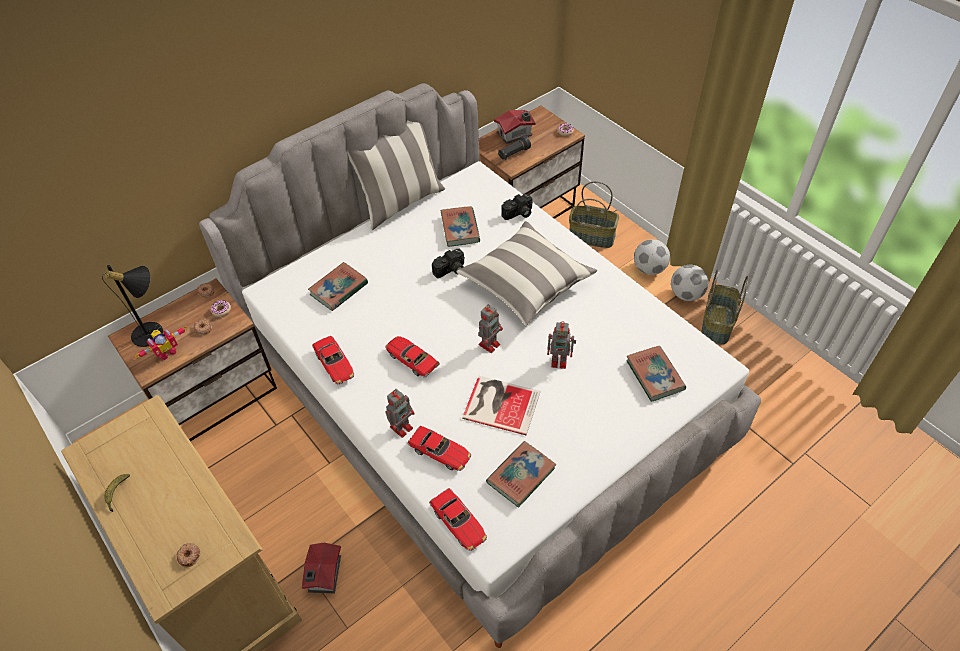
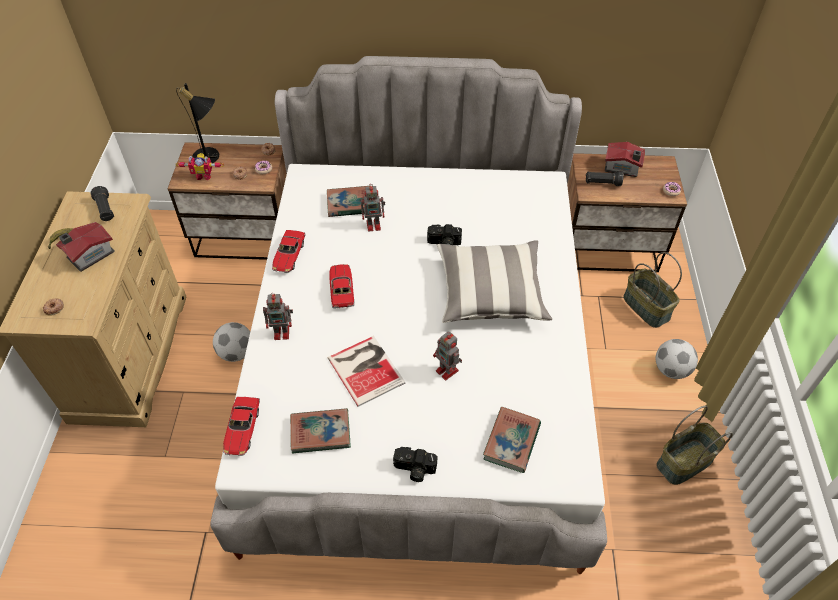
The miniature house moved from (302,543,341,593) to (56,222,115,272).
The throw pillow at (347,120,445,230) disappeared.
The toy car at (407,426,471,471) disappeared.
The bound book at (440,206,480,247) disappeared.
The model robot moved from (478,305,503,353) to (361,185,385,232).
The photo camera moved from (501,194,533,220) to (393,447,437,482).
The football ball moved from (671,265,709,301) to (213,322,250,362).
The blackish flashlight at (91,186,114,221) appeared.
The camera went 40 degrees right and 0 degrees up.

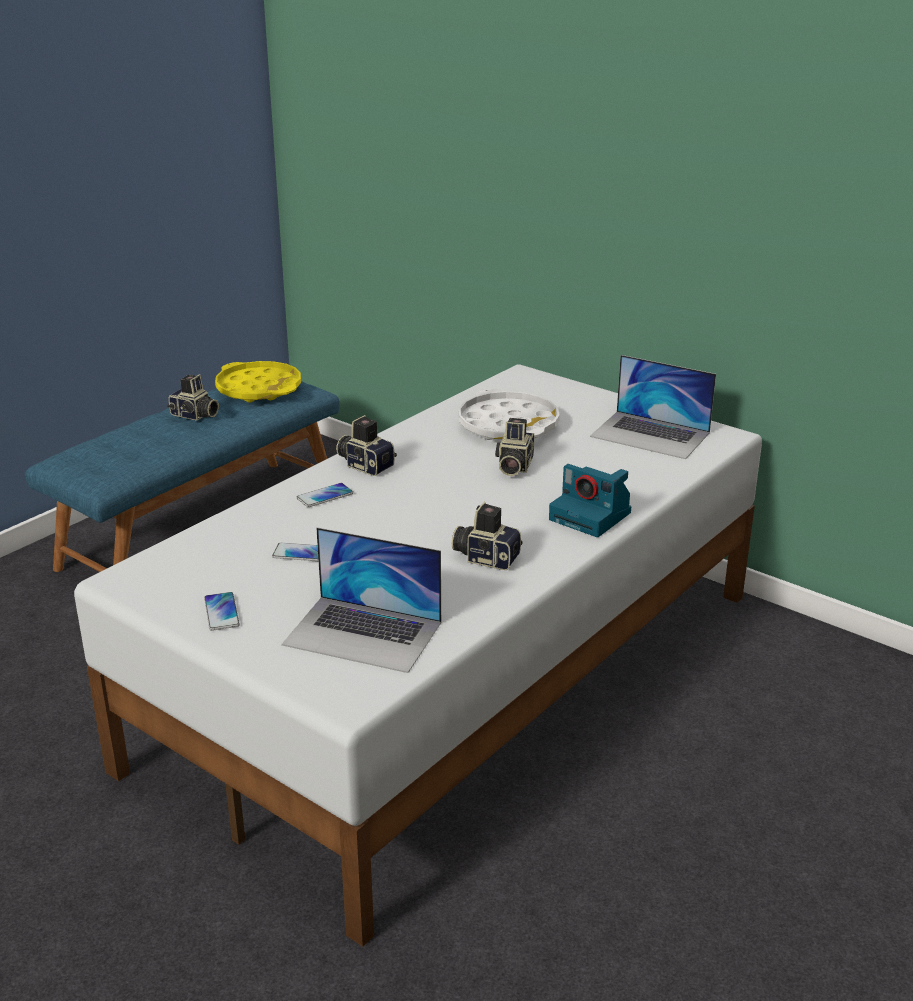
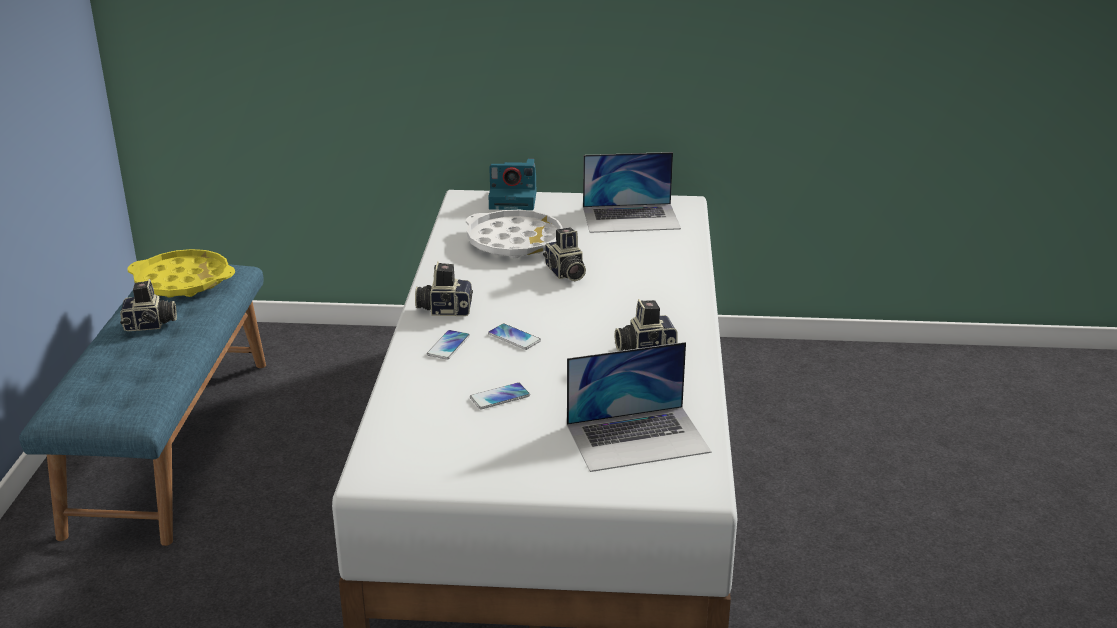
The handset moved from (204,592,240,631) to (488,324,541,350).
The photo camera moved from (549,464,631,537) to (488,158,537,210).
The camera went 35 degrees left and 0 degrees up.

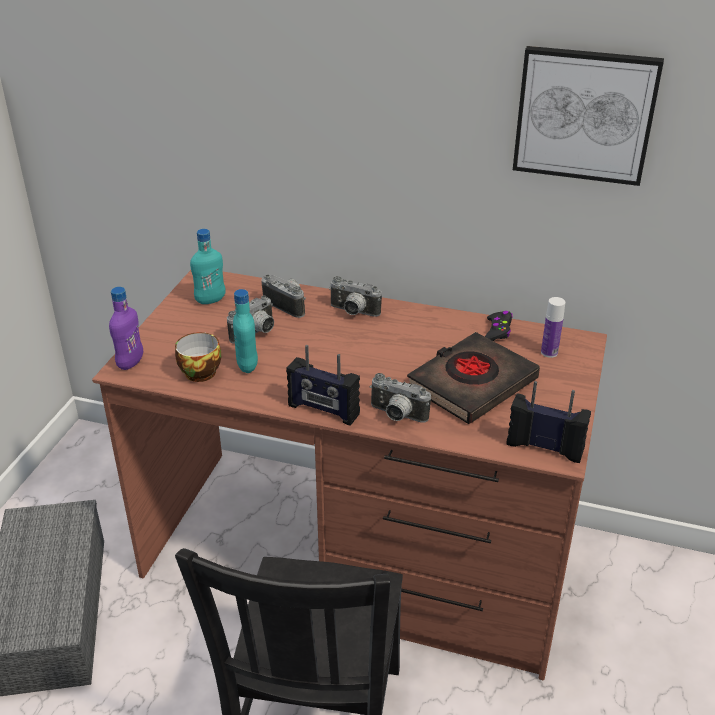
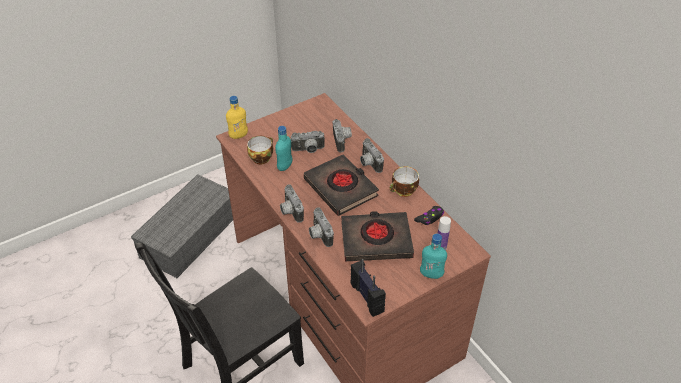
The purple-coloured bottle at (109,287,143,370) became the yellow bottle at (226,96,248,139).
The turquoise-coloured bottle moved from (190,229,225,304) to (420,234,447,279).
The radio at (286,345,360,426) was replaced by the photo camera at (280,184,304,223).
The picture at (513,46,664,186) disappeared.
The blackish bound book at (304,155,379,216) appeared.
The drinking cup at (389,166,419,197) appeared.
The camera went 40 degrees right and 10 degrees up.

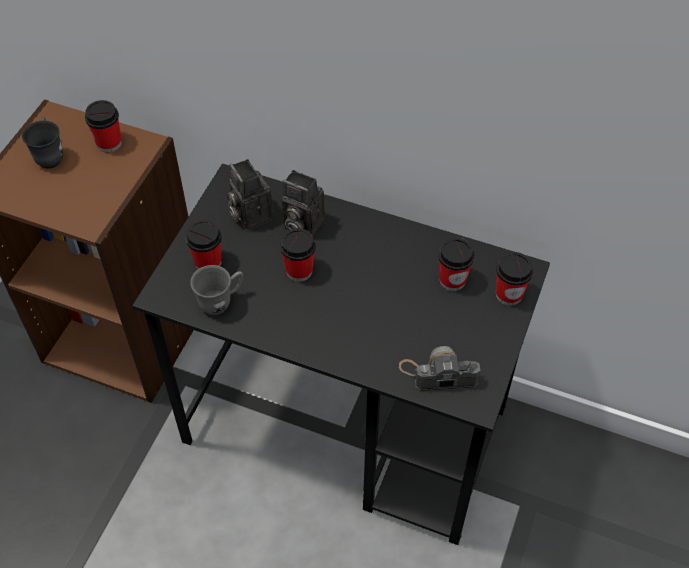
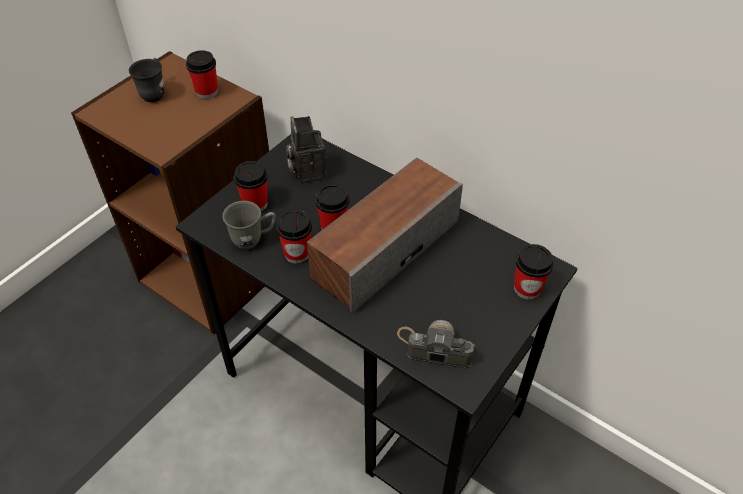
The photo camera at (281,170,325,236) disappeared.
The drinking cup moved from (438,238,475,291) to (276,210,312,264).
The loudspeaker at (307,158,463,313) appeared.
The camera went 15 degrees right and 5 degrees down.

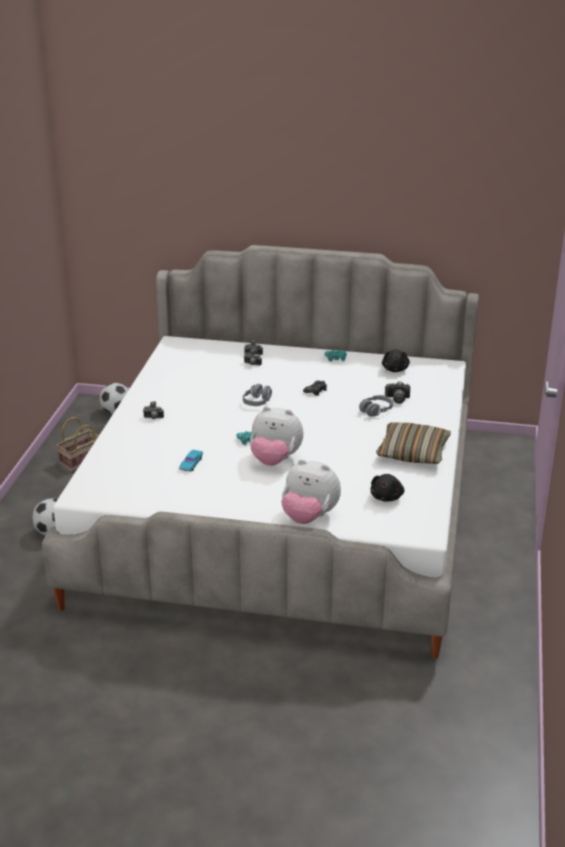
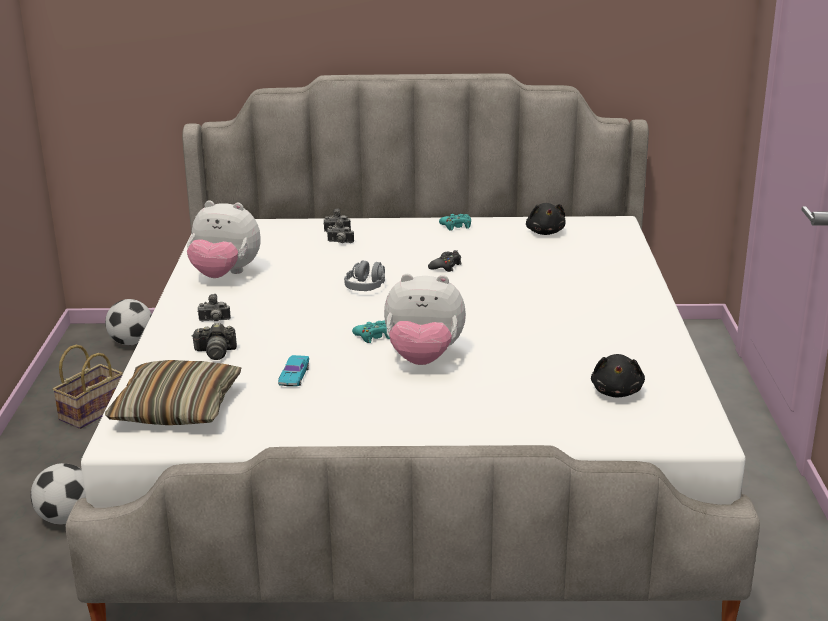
The plush toy moved from (281,459,341,524) to (187,200,261,278).
The greyish pair of headphones at (359,395,393,416) disappeared.
The throw pillow moved from (376,423,451,464) to (105,360,241,425).
The photo camera moved from (385,381,410,404) to (192,323,237,360).
The camera went 10 degrees left and 5 degrees down.

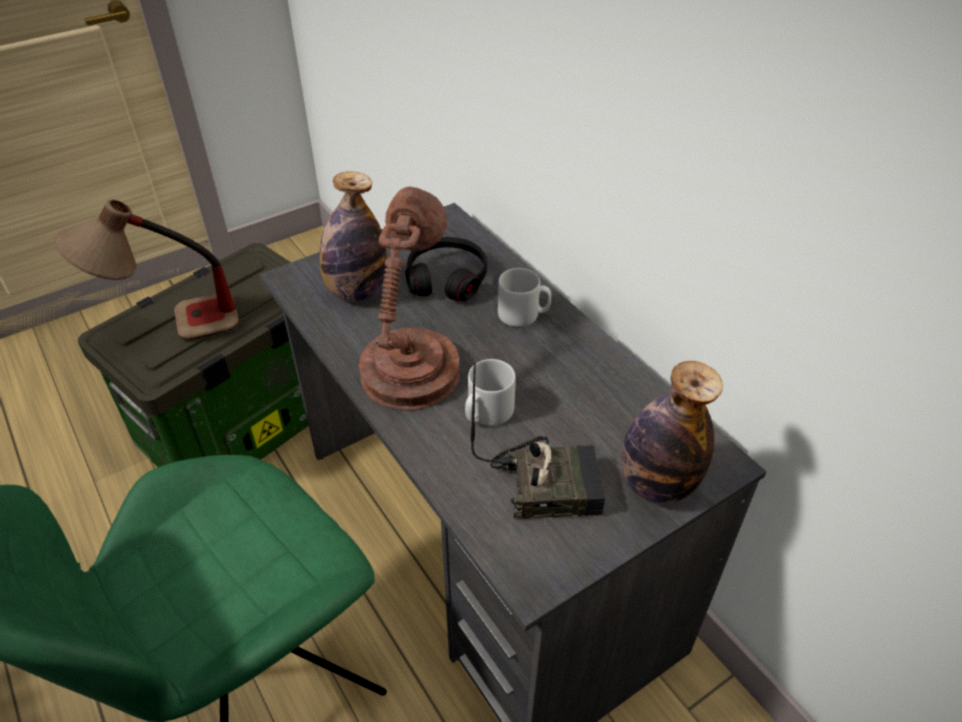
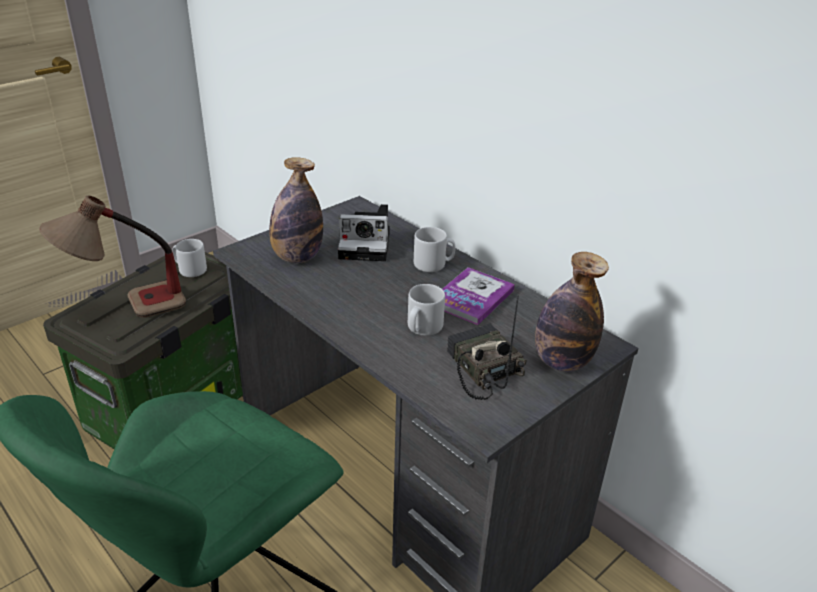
The brown table lamp at (358,186,460,410) disappeared.
The blackish pair of headphones at (405,237,487,301) was replaced by the photo camera at (338,204,390,261).
The radio at (471,362,605,519) turned 105 degrees counterclockwise.
The greyish coffee mug at (172,239,207,277) appeared.
The bound book at (442,267,515,325) appeared.
The camera went 10 degrees left and 10 degrees down.

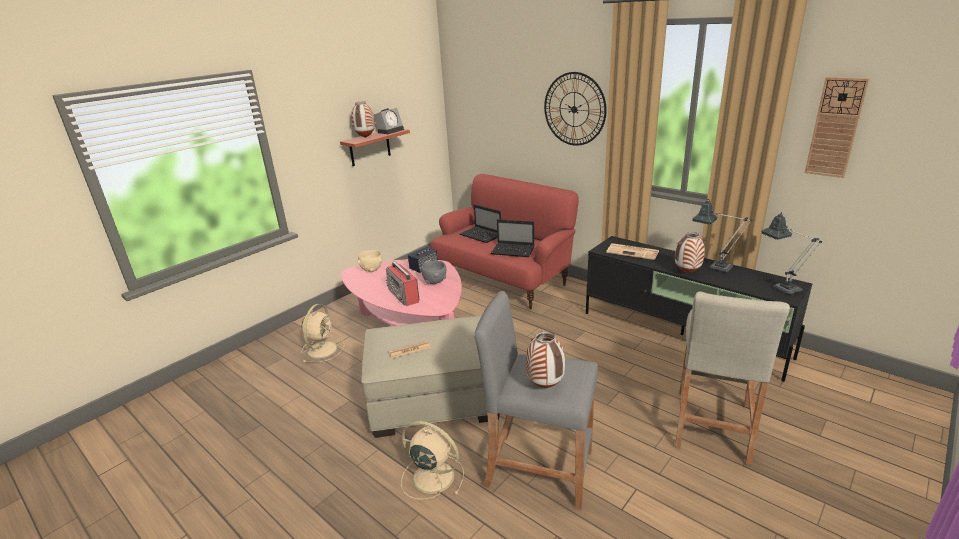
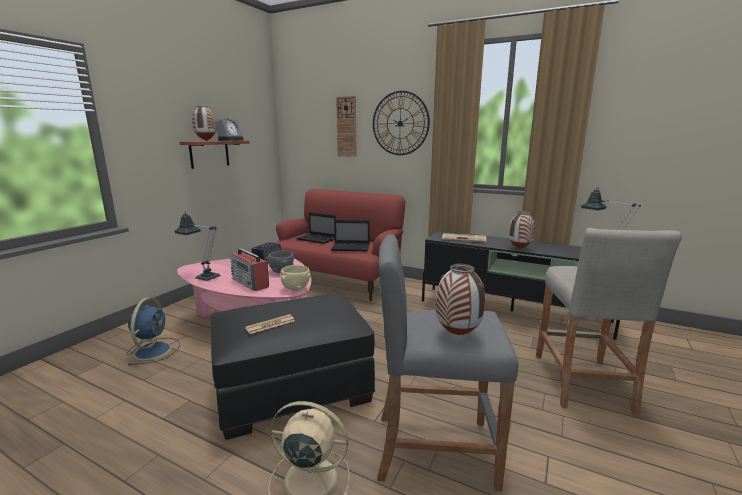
The sand-coloured cooling fan at (301,304,345,362) became the bluish cooling fan at (126,297,180,365).
The sand-coloured deep dish moved from (357,250,382,272) to (281,265,311,291).
The sand-coloured footrest at (361,315,500,438) became the blackish footrest at (211,294,375,440).
The table lamp moved from (692,200,752,272) to (174,213,220,281).
The hanging clock moved from (805,77,870,178) to (336,96,356,157).
The camera went 15 degrees left and 10 degrees down.

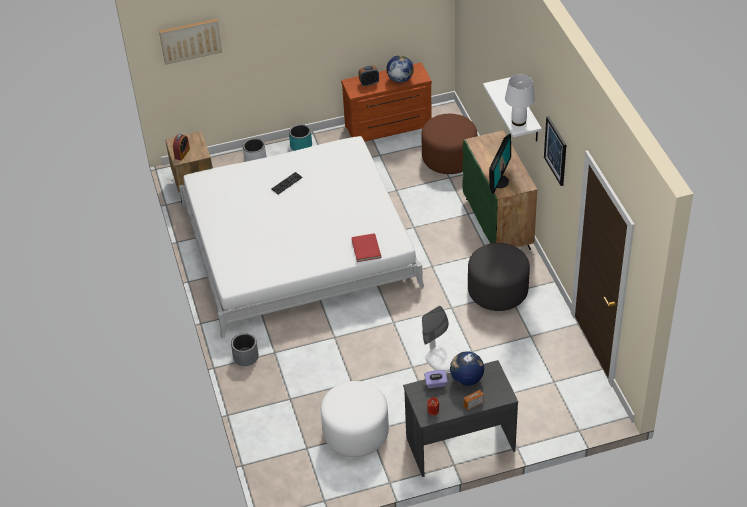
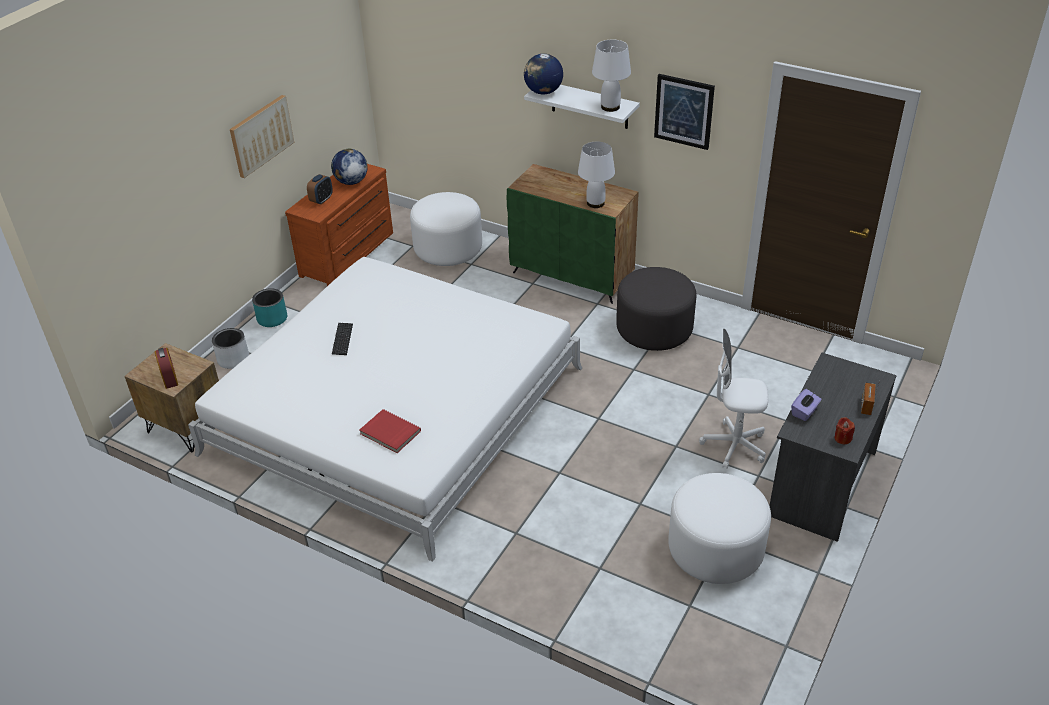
The picture moved from (159,19,222,65) to (230,95,294,178).
The greyish planter at (231,333,259,366) disappeared.
The reddish bound book moved from (351,233,381,262) to (360,409,421,453).
The brown footrest at (421,114,477,174) became the white-coloured footrest at (410,192,482,266).
The world globe moved from (450,351,484,386) to (524,54,563,95).
The computer display at (489,134,511,194) was replaced by the white-coloured table lamp at (578,142,615,208).
The camera went 45 degrees left and 5 degrees down.

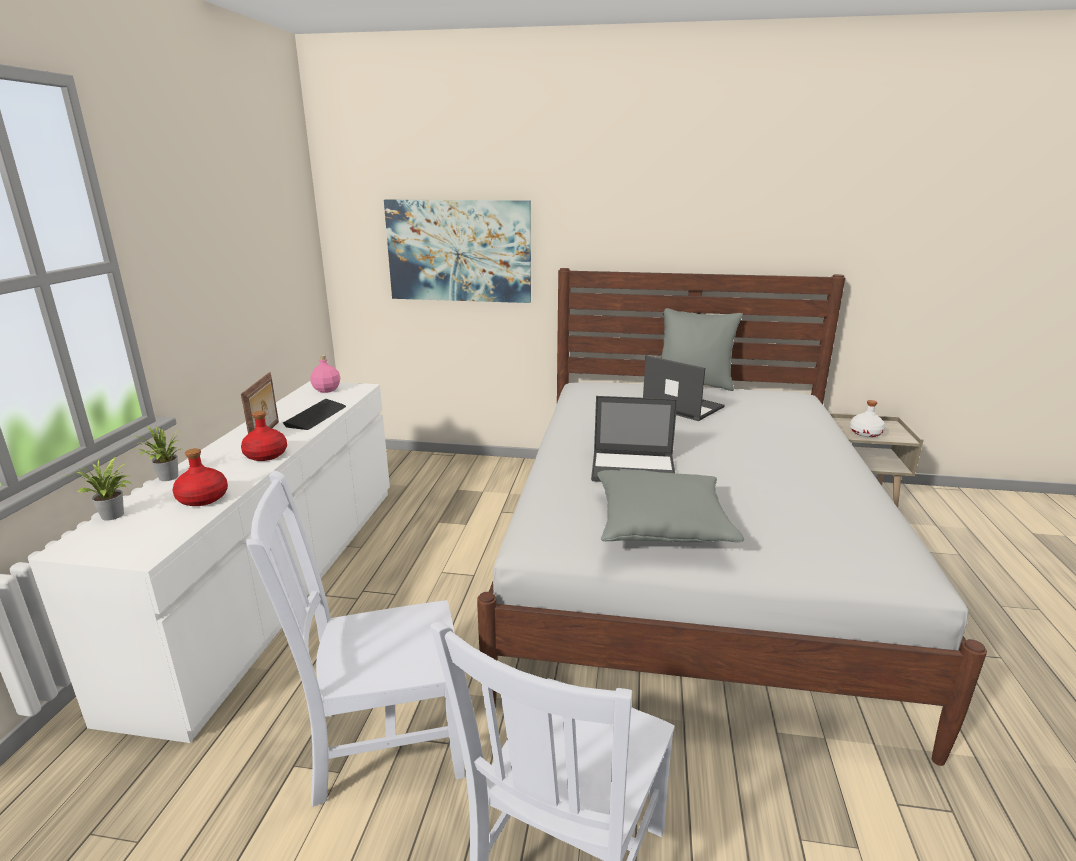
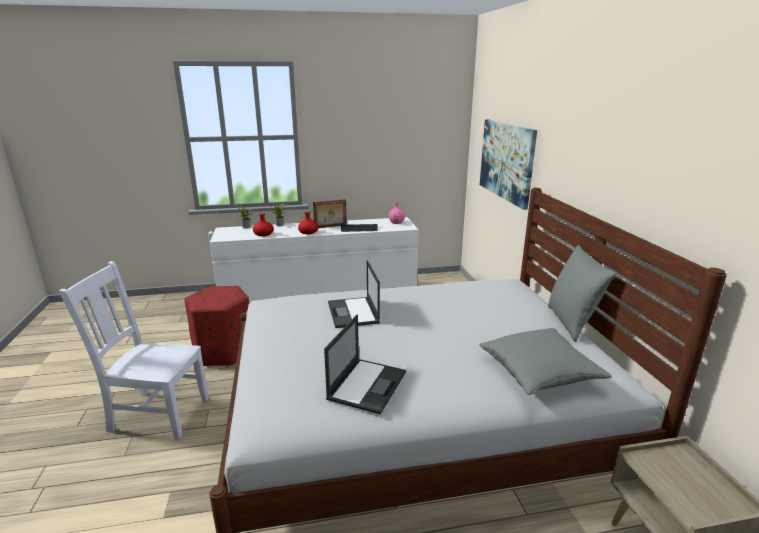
The white-coloured upright chair at (246,471,465,807) was replaced by the reddish footrest at (184,286,249,366).
The greyish throw pillow moved from (597,470,744,542) to (479,328,612,395).
The laptop moved from (643,355,725,421) to (324,314,406,414).
The white-coloured bottle at (850,400,885,437) disappeared.
The camera went 70 degrees right and 0 degrees up.

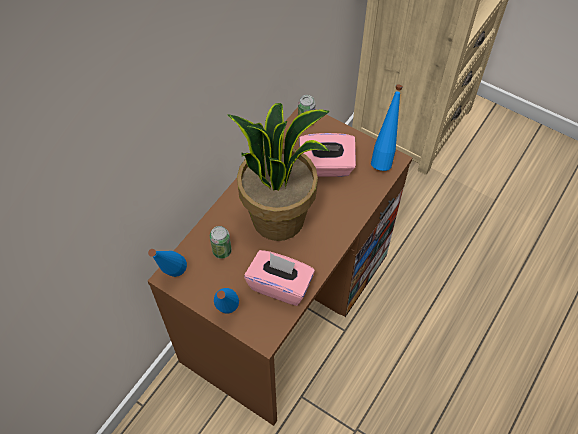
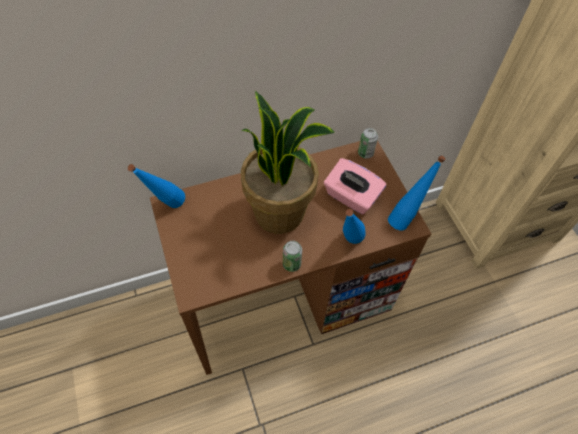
The sealed can moved from (210,226,232,259) to (283,241,302,272).
The bluish bottle moved from (214,288,239,314) to (343,209,366,244).
The pink tissue holder at (244,250,315,306) disappeared.
The camera went 35 degrees right and 0 degrees up.

